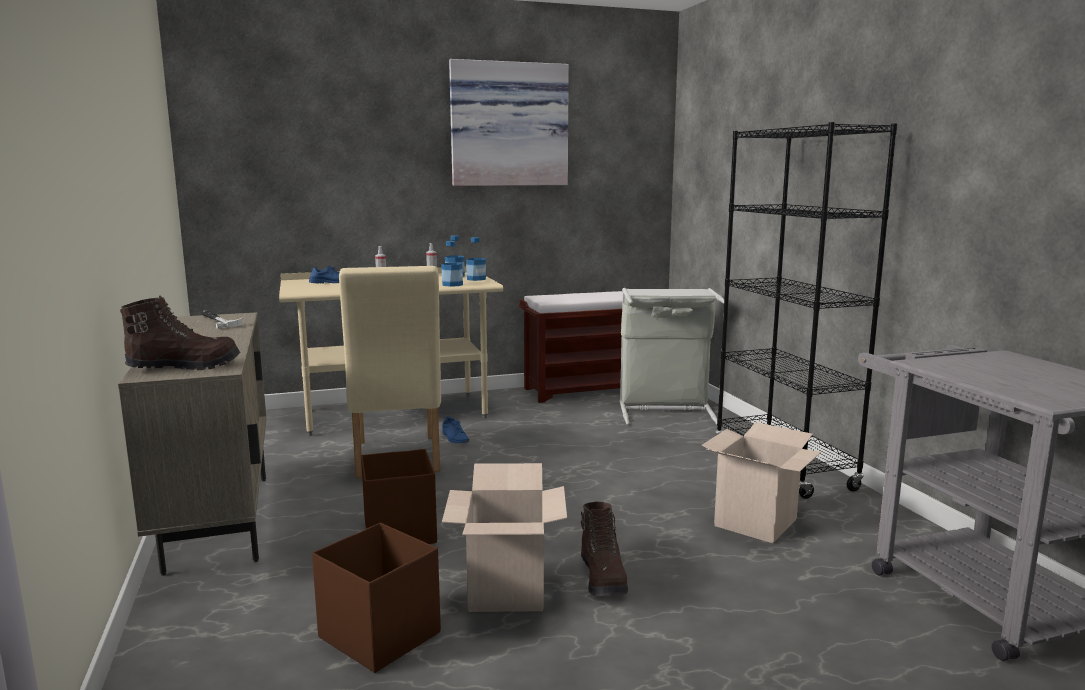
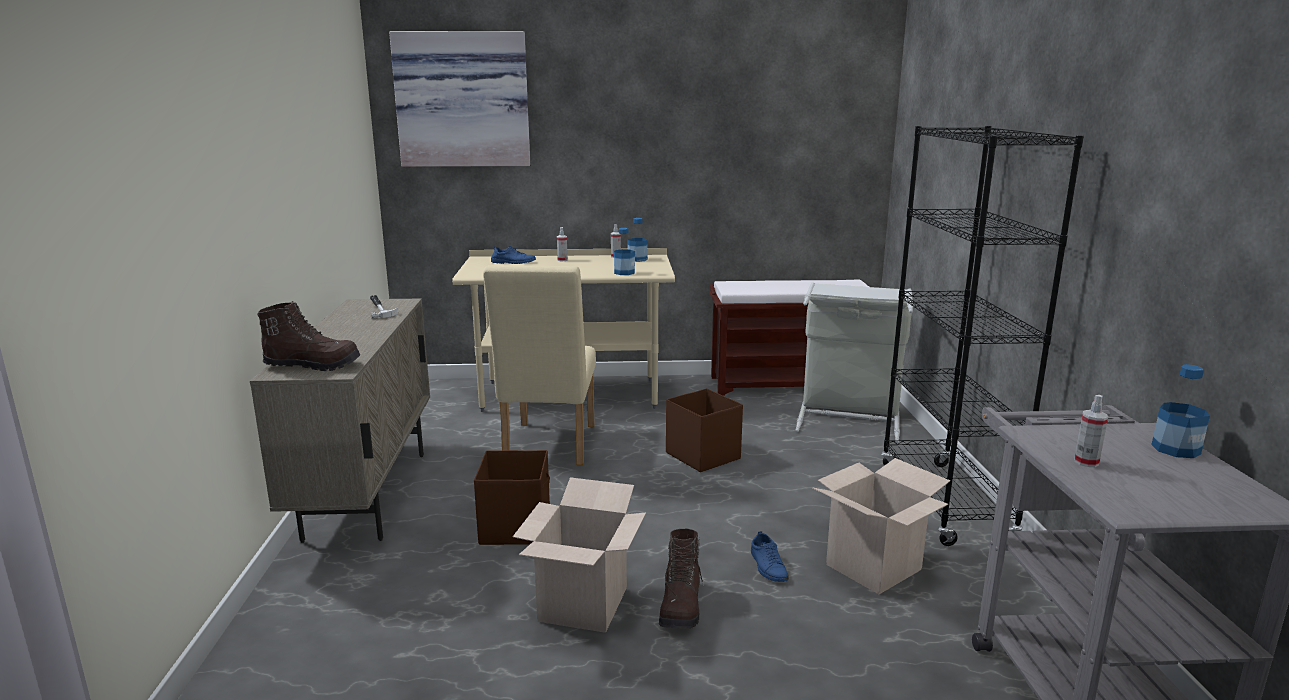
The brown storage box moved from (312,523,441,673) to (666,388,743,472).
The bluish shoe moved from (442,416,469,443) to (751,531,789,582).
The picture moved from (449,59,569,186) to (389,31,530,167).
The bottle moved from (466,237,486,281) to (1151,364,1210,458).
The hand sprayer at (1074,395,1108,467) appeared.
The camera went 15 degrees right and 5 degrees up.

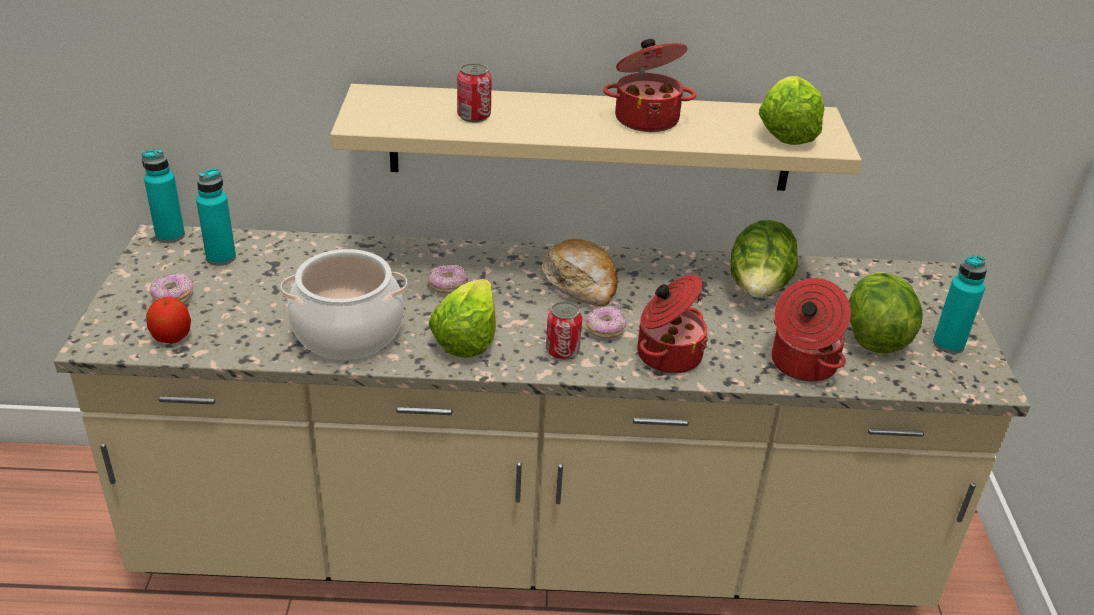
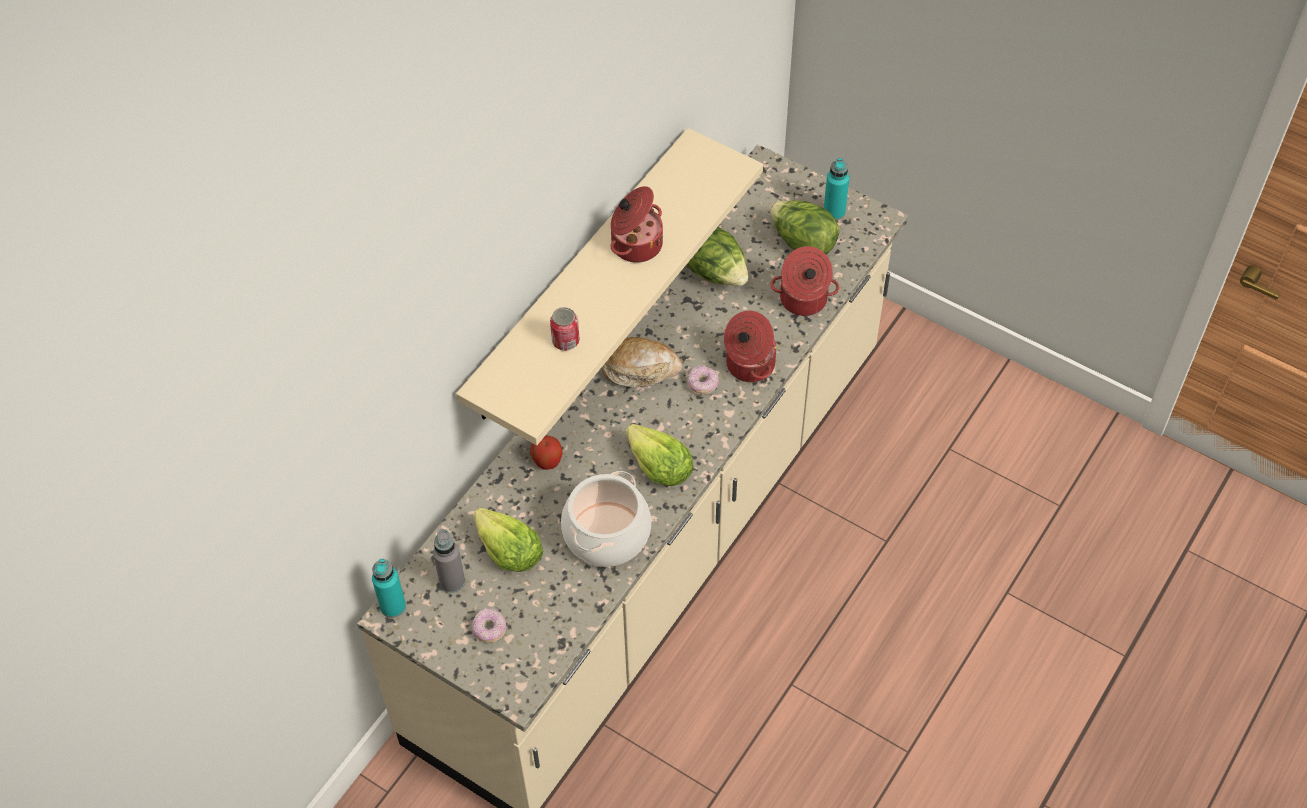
The apple fruit moved from (146,297,191,344) to (530,435,563,470).
The turquoise-coloured bottle at (196,168,236,266) became the greyish bottle at (433,529,465,593).
The doughnut at (428,265,468,294) disappeared.
The sealed can at (546,301,582,360) disappeared.
The lettuce moved from (759,76,824,145) to (473,508,543,572).
The camera went 55 degrees left and 20 degrees up.

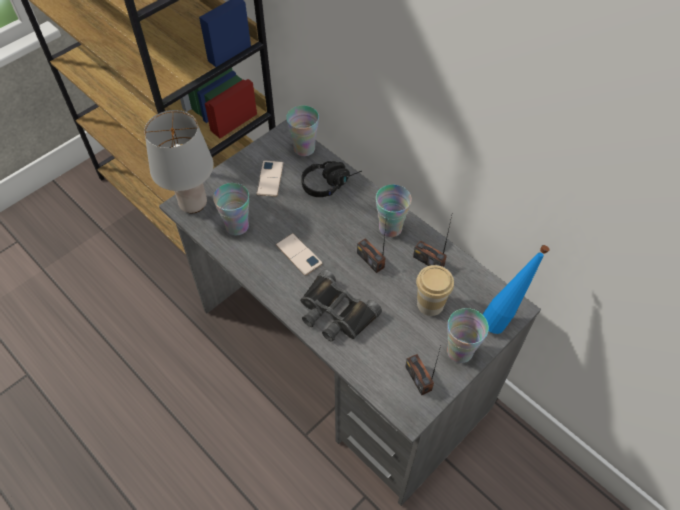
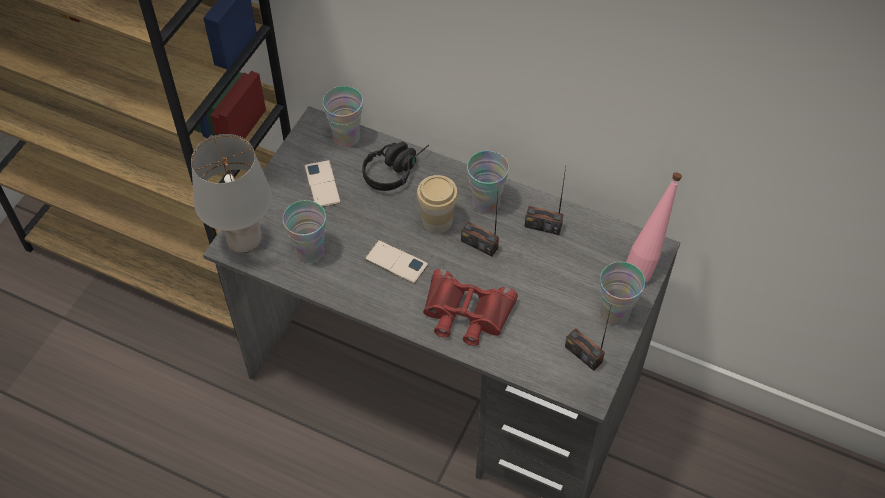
The blackish binoculars at (300,269,382,342) became the reddish binoculars at (423,269,518,346).
The drinking cup moved from (416,265,454,316) to (417,175,458,233).
The bluish bottle at (482,245,549,334) became the pink bottle at (626,172,682,282).
The camera went 20 degrees left and 0 degrees up.

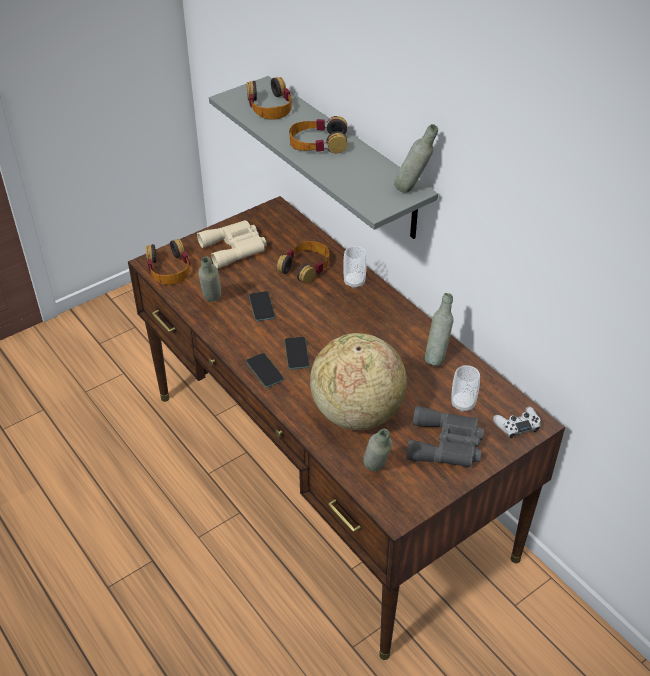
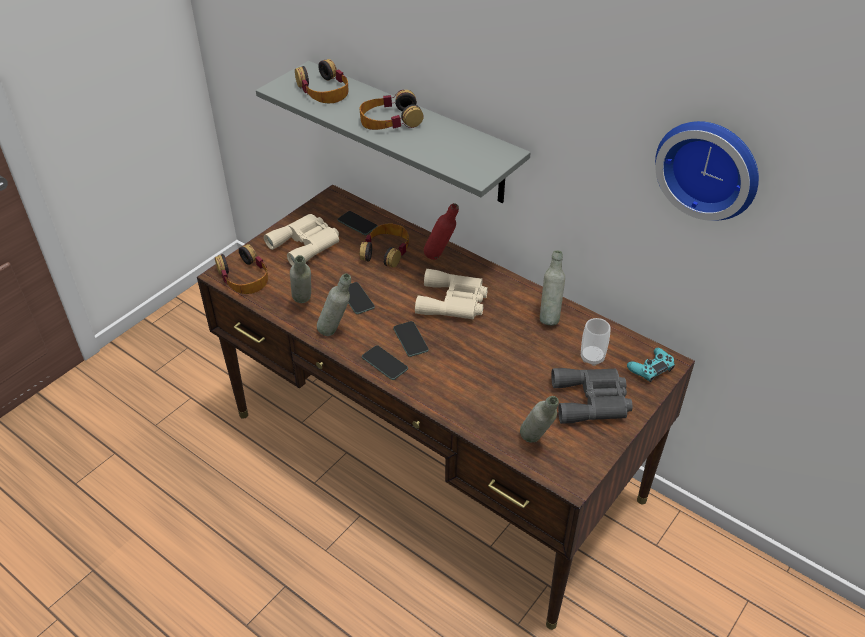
The world globe at (310,333,407,430) disappeared.
The drinking cup at (343,246,367,289) was replaced by the reddish bottle at (424,203,459,260).
The greyish bottle moved from (394,124,438,193) to (317,274,351,336).
The white-coloured game controller at (493,406,540,439) became the turquoise-coloured game controller at (627,348,675,382).
The handset at (337,211,378,235) appeared.
The sand-coloured binoculars at (415,269,488,319) appeared.
The hanging clock at (655,121,759,221) appeared.
The camera went 15 degrees left and 0 degrees up.

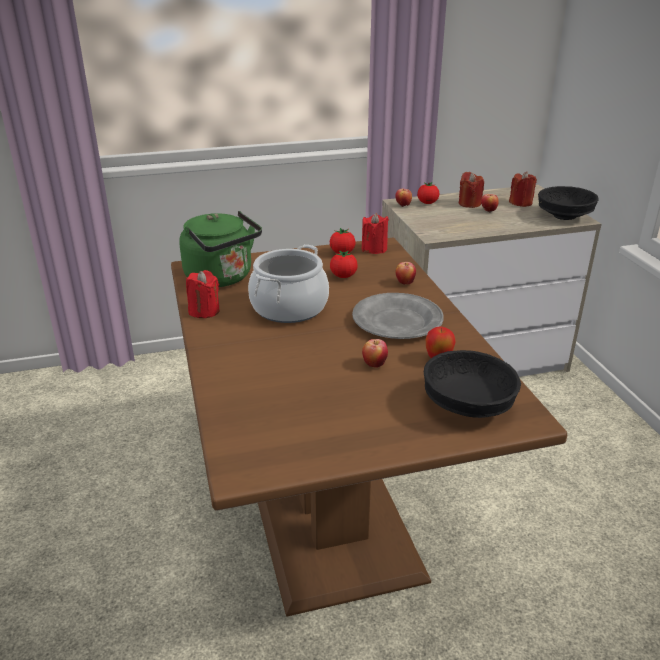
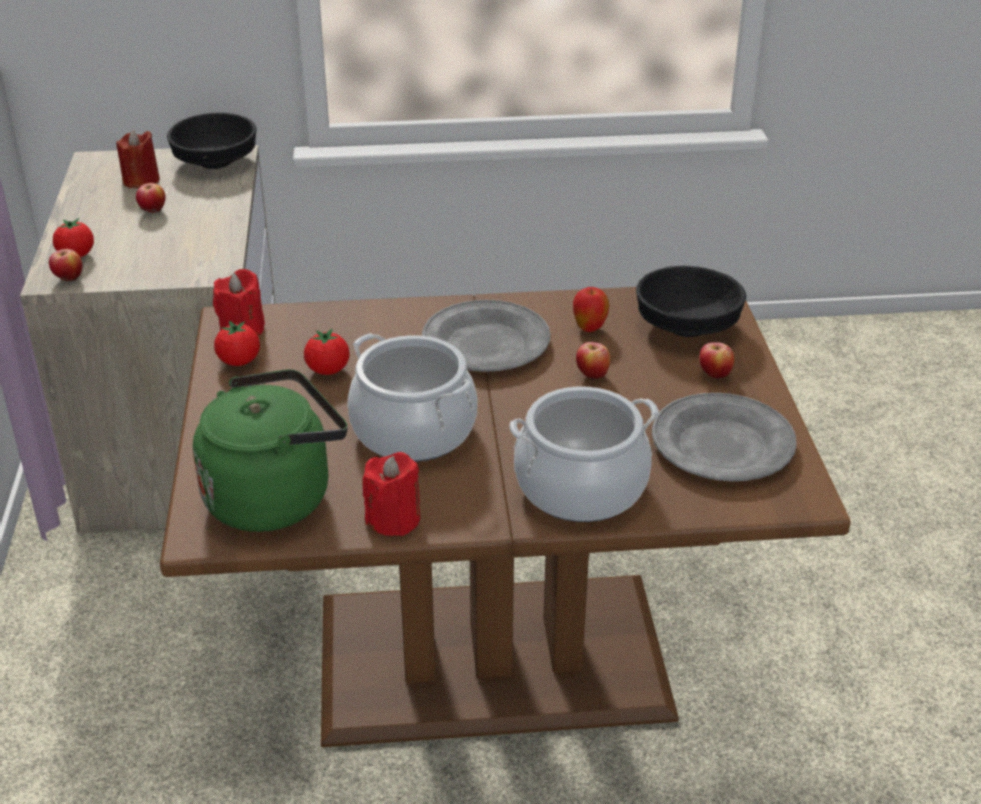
The apple fruit moved from (396,262,416,285) to (699,342,734,380).
The reddish wax light at (459,172,484,208) disappeared.
The stockpot at (509,386,659,522) appeared.
The greyish flat dish at (652,393,797,481) appeared.
The camera went 80 degrees left and 5 degrees up.

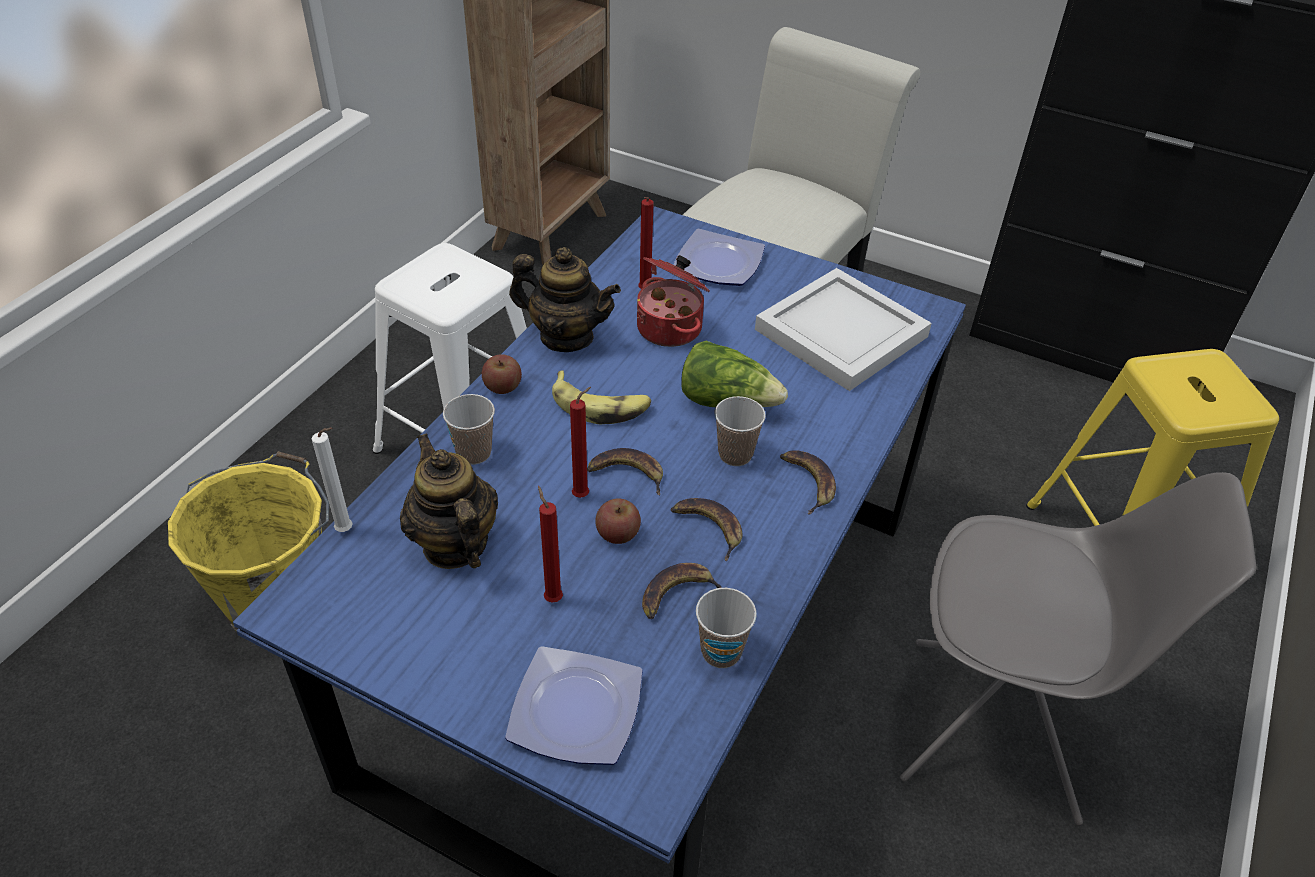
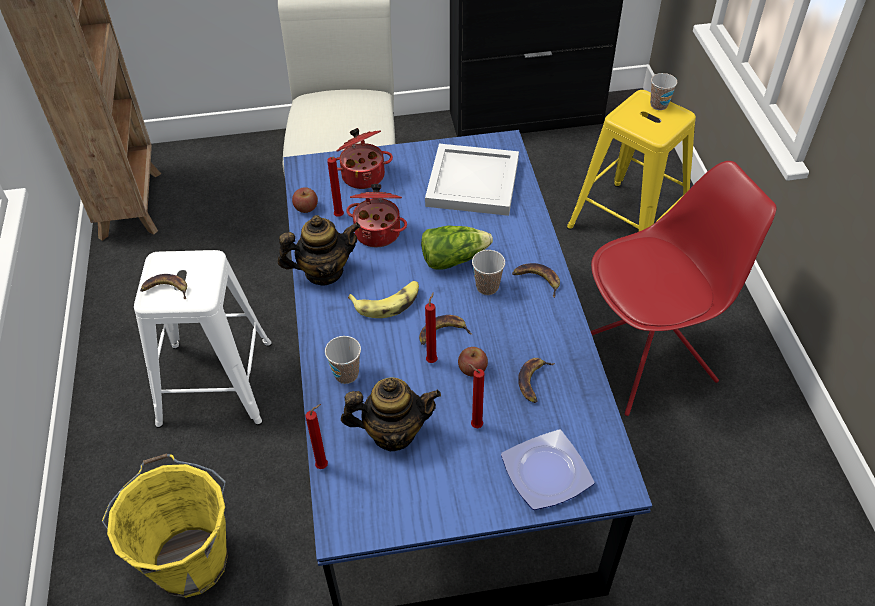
The white-coloured wax light at (312,427,353,532) became the reddish wax light at (306,404,328,469).
The pot for tea at (400,434,498,569) turned 150 degrees clockwise.
The apple fruit moved from (482,354,522,394) to (292,187,318,213).
The banana fruit moved from (671,498,742,561) to (140,274,187,300).
The flat dish at (673,228,765,286) was replaced by the stockpot at (336,128,393,189).
The drinking cup moved from (696,588,757,668) to (650,73,677,110).
The greyish upright chair at (900,472,1256,826) became the reddish upright chair at (591,161,777,416).
The camera went 35 degrees left and 5 degrees up.

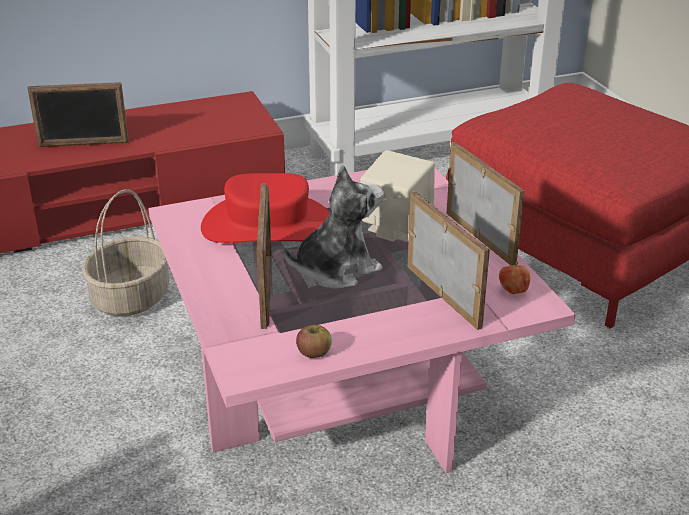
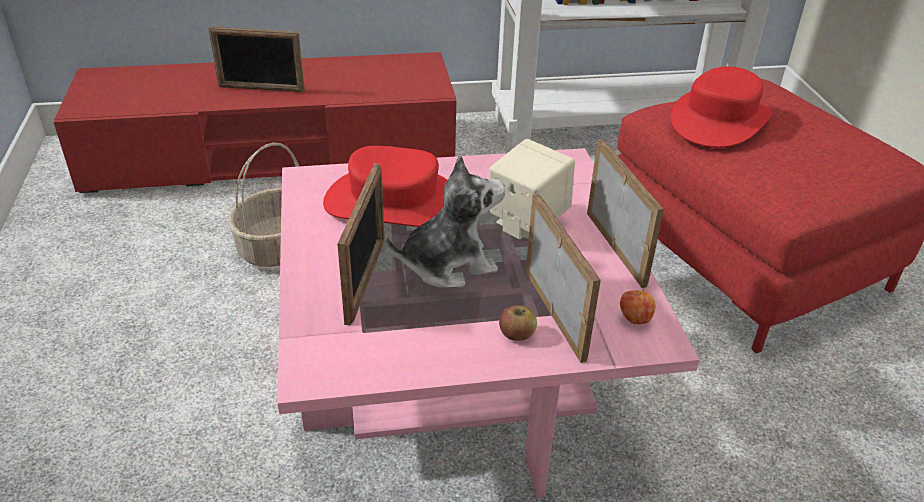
The apple fruit moved from (296,325,332,358) to (499,305,537,341).
The reddish wearable hat at (671,66,773,148) appeared.
The camera went 10 degrees right and 5 degrees up.

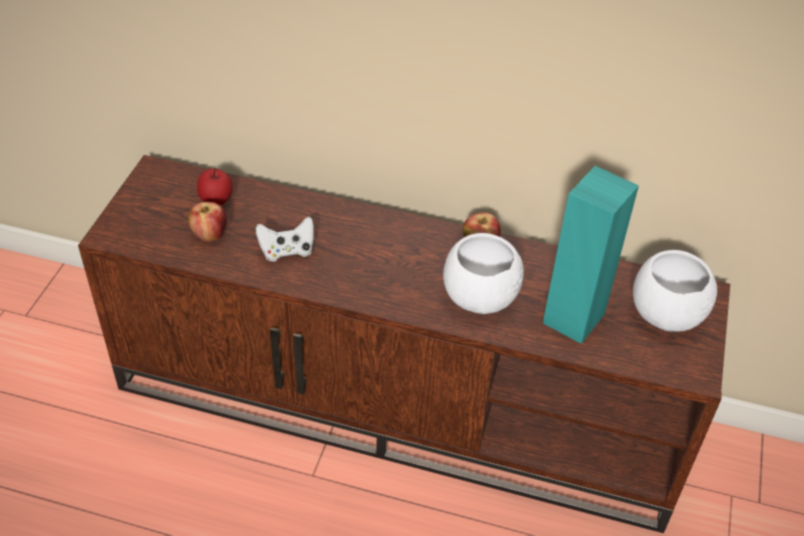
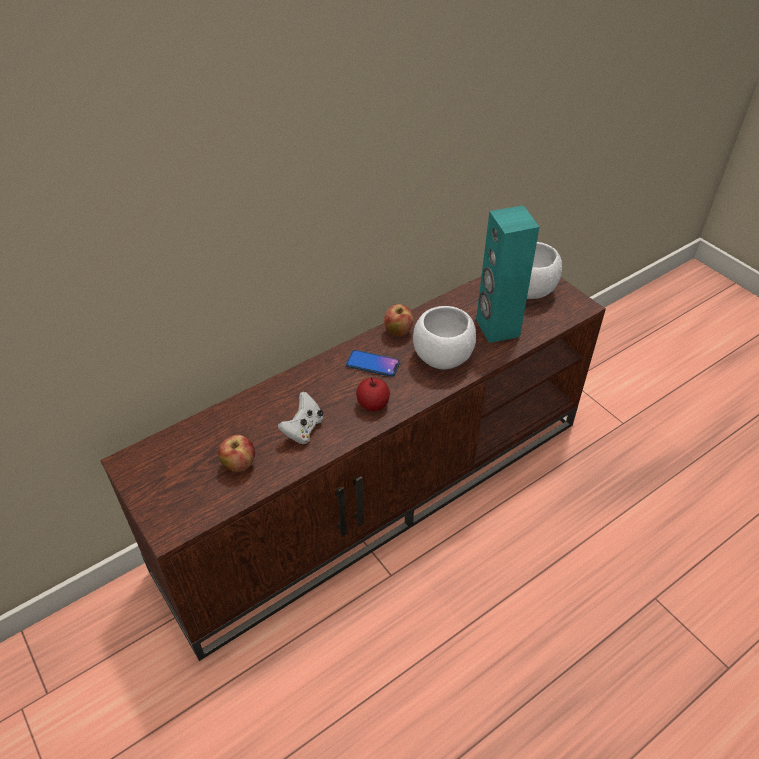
The apple fruit moved from (197,168,233,205) to (356,378,390,411).
The handset at (346,350,400,377) appeared.
The camera went 50 degrees left and 0 degrees up.

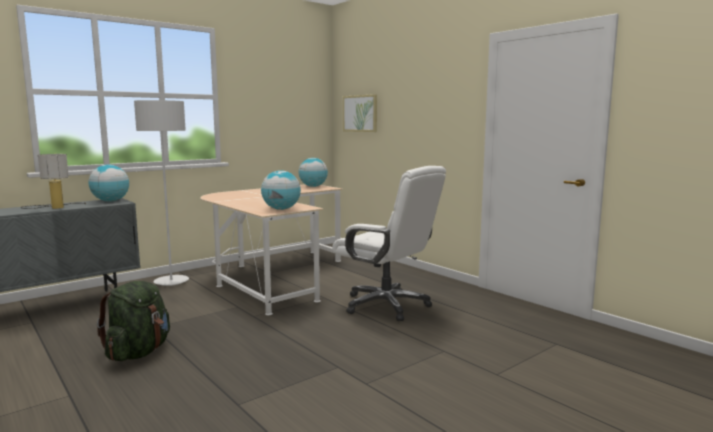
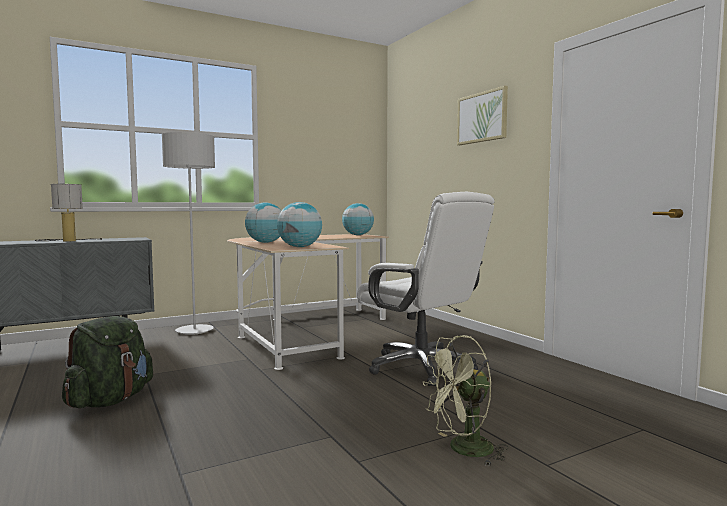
The world globe moved from (89,165,129,202) to (245,202,281,243).
The picture moved from (343,94,377,132) to (457,86,508,145).
The green cooling fan at (423,335,508,465) appeared.
The camera went 10 degrees right and 5 degrees down.

